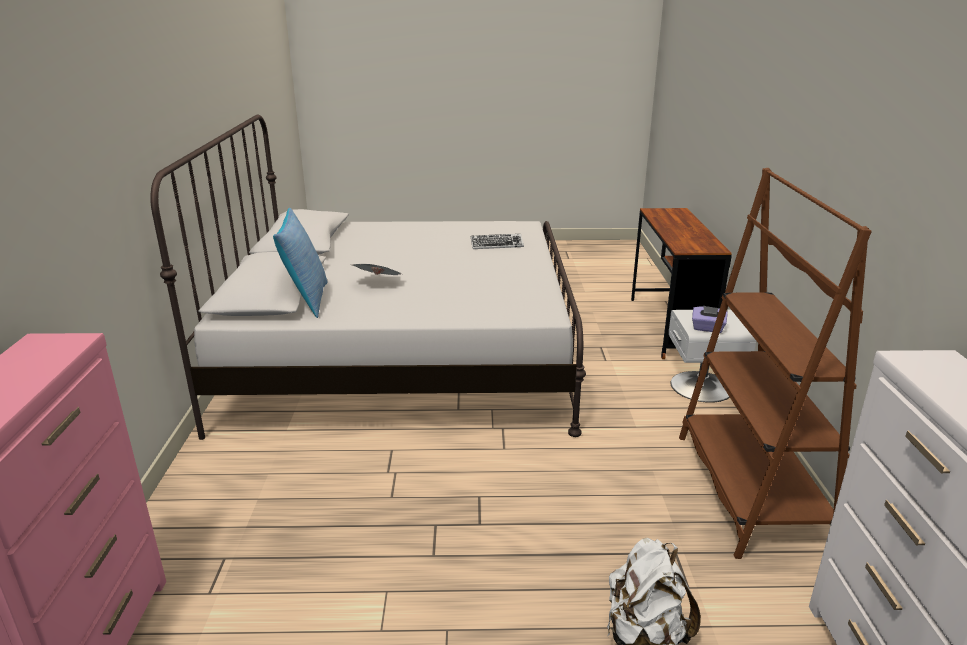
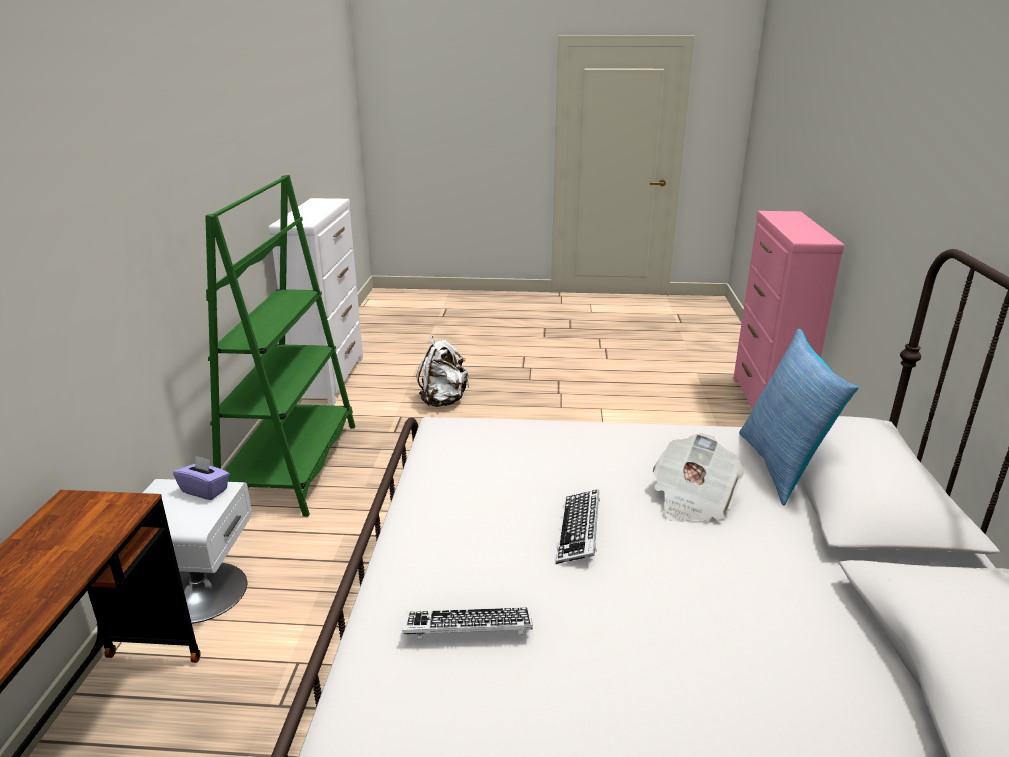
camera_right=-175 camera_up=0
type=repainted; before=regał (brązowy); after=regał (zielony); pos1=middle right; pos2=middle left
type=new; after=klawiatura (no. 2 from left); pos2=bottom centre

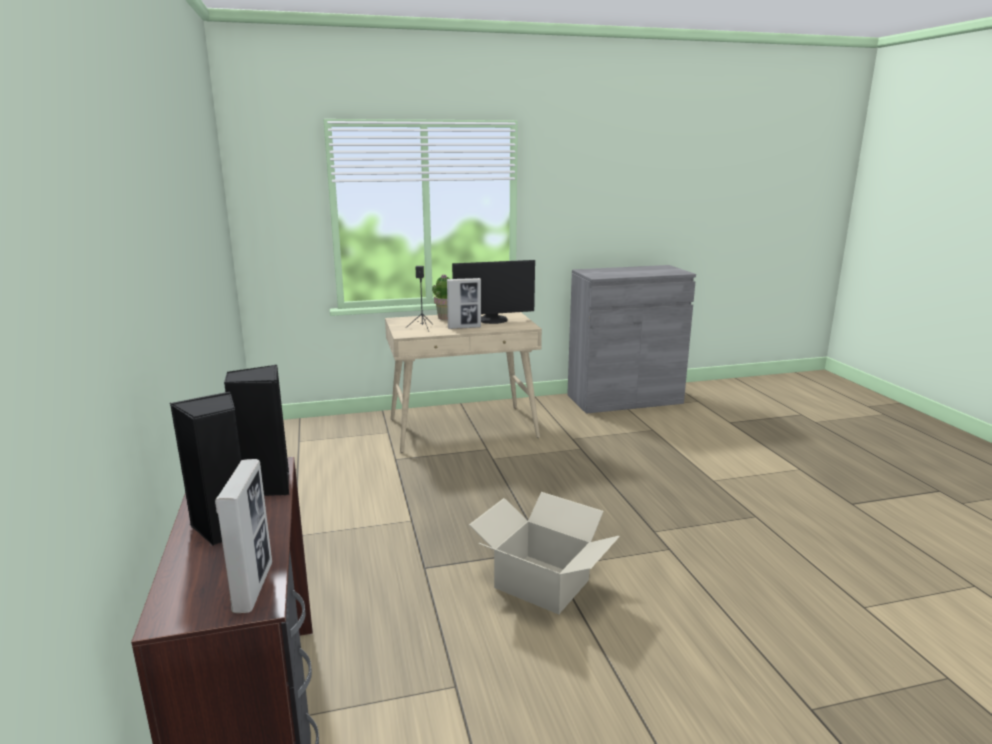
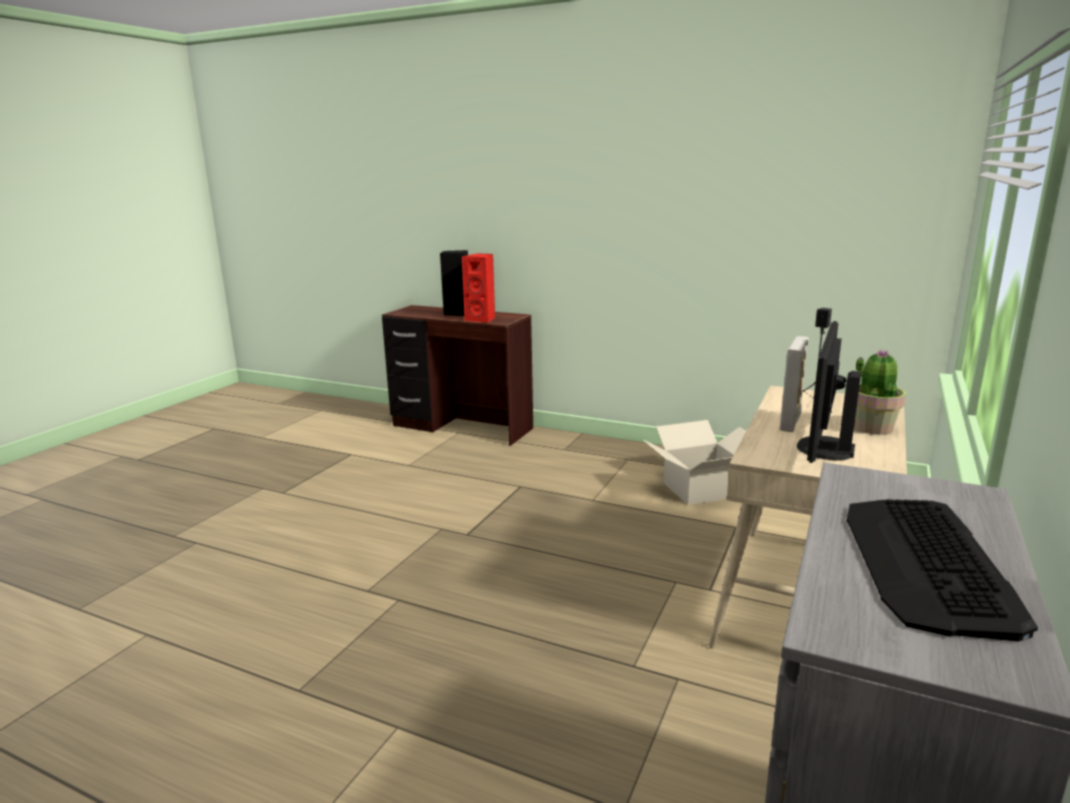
camera_right=130 camera_up=0
type=gone; before=ramka na zdjęcie (no. 1 from left); pos1=bottom left
type=repainted; before=głośnik (czarny) (no. 2 from left); after=głośnik (czerwony); pos1=middle left; pos2=centre
type=shifted; before=karton; pos1=bottom centre; pos2=centre
type=new; after=klawiatura; pos2=bottom right

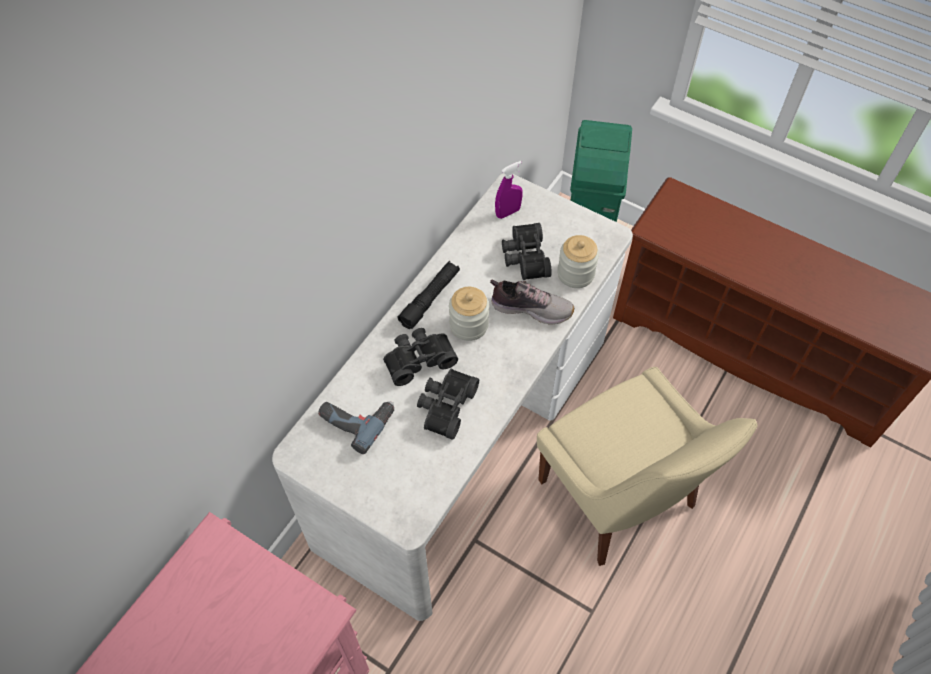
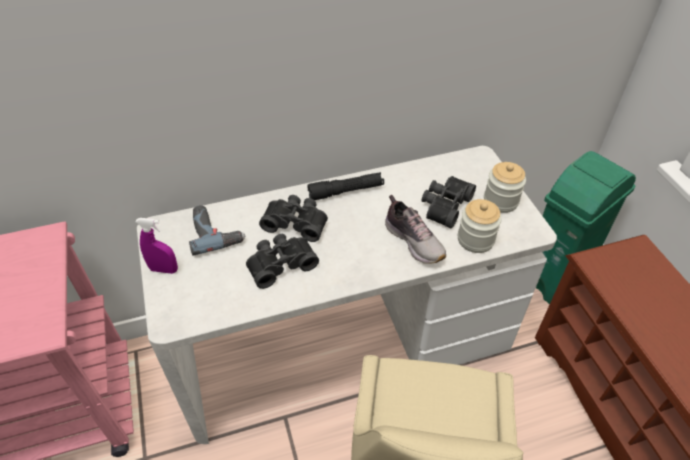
camera_right=40 camera_up=-10
type=shifted; before=słoik (no. 1 from left in the first image); after=słoik (no. 2 from left); pos1=centre; pos2=middle right
type=shifted; before=spryskiwacz (fioletowy); pos1=top centre; pos2=middle left

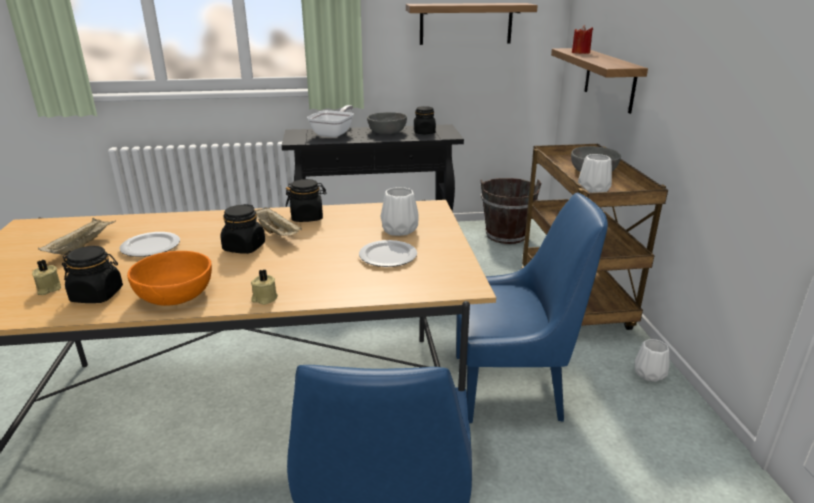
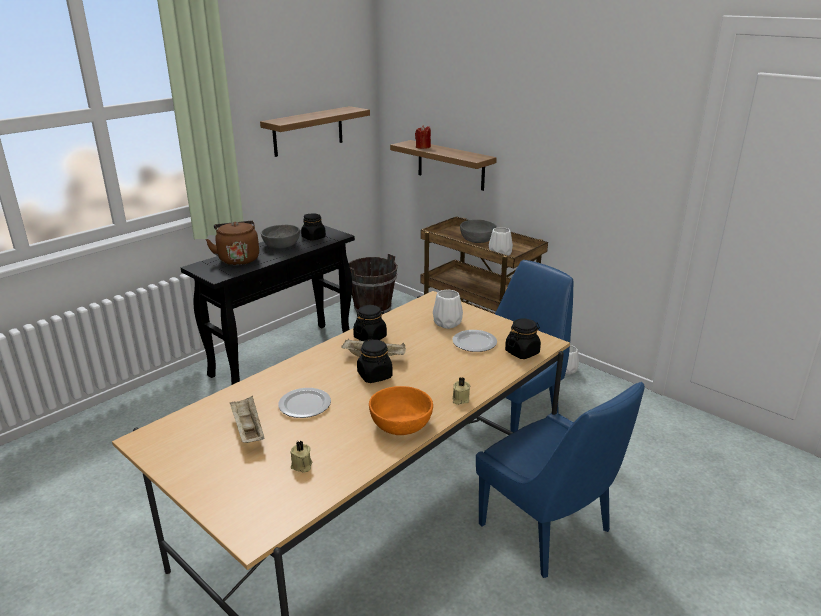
camera_right=-40 camera_up=0
type=shifted; before=słoik (czarny) (no. 1 from left in the first image); after=słoik (czarny) (no. 4 from left); pos1=middle left; pos2=centre
type=swapped; before=patelnia; after=czajnik (brązowy); pos1=top centre; pos2=middle left

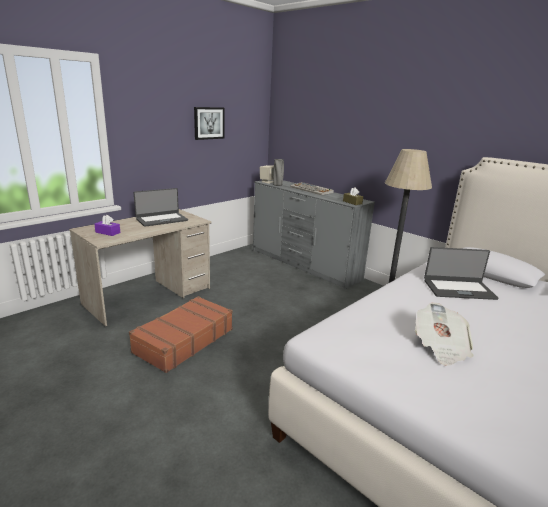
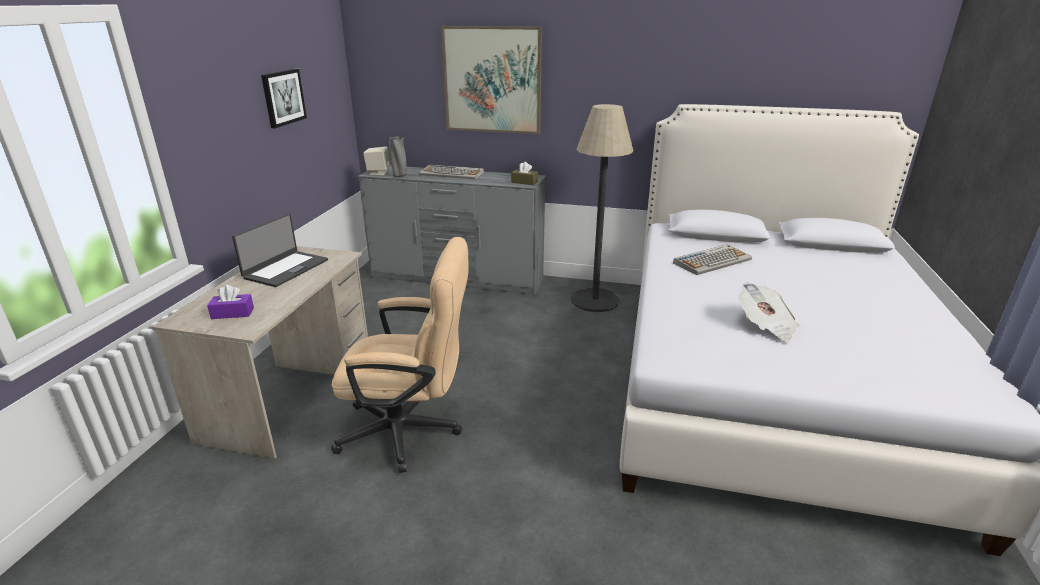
camera_right=-30 camera_up=5
type=swapped; before=walizka (brązowy); after=krzesło biurowe (beżowy); pos1=middle left; pos2=centre
type=swapped; before=laptop (no. 2 from left); after=klawiatura (no. 2 from left); pos1=middle right; pos2=middle right
type=new; after=obraz (no. 2 from left); pos2=top centre

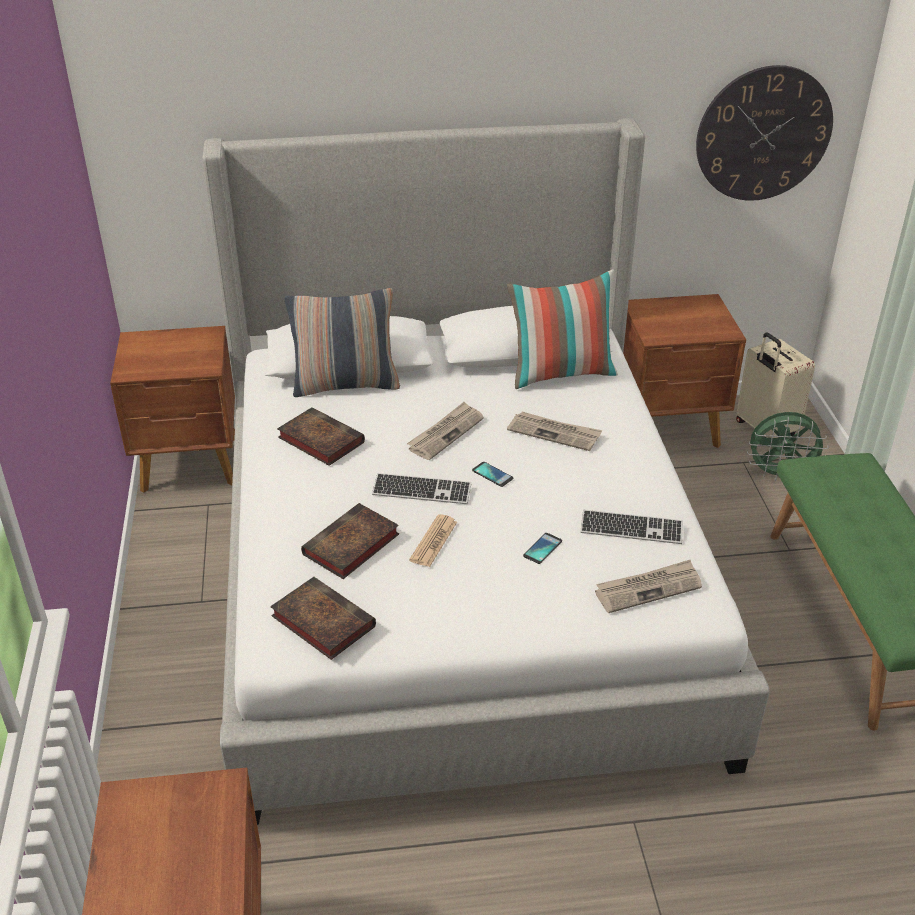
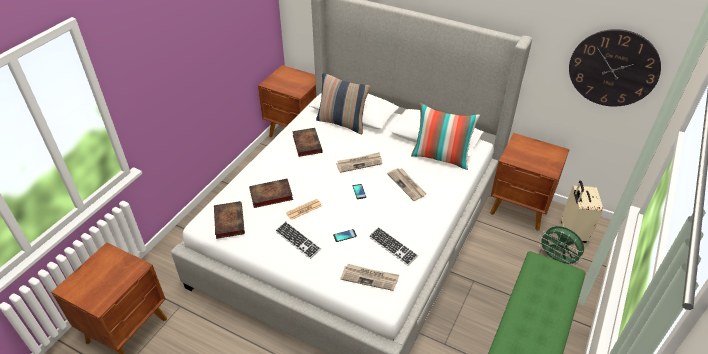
camera_right=35 camera_up=5
type=shifted; before=klawiatura (no. 1 from left); pos1=centre; pos2=bottom centre

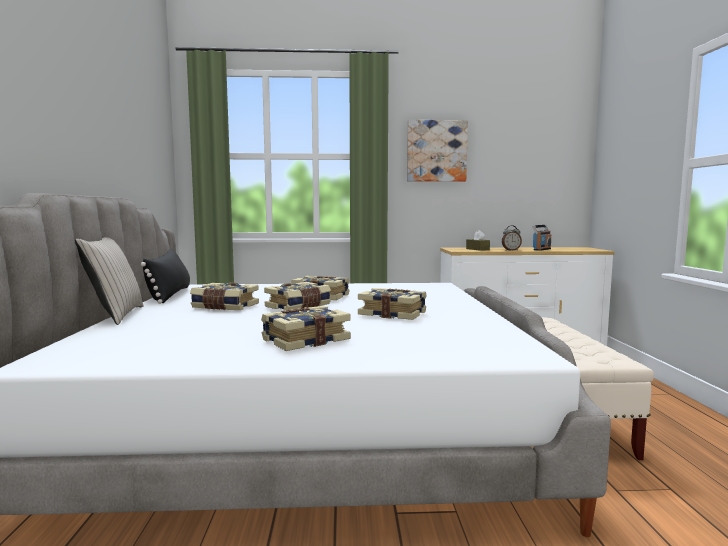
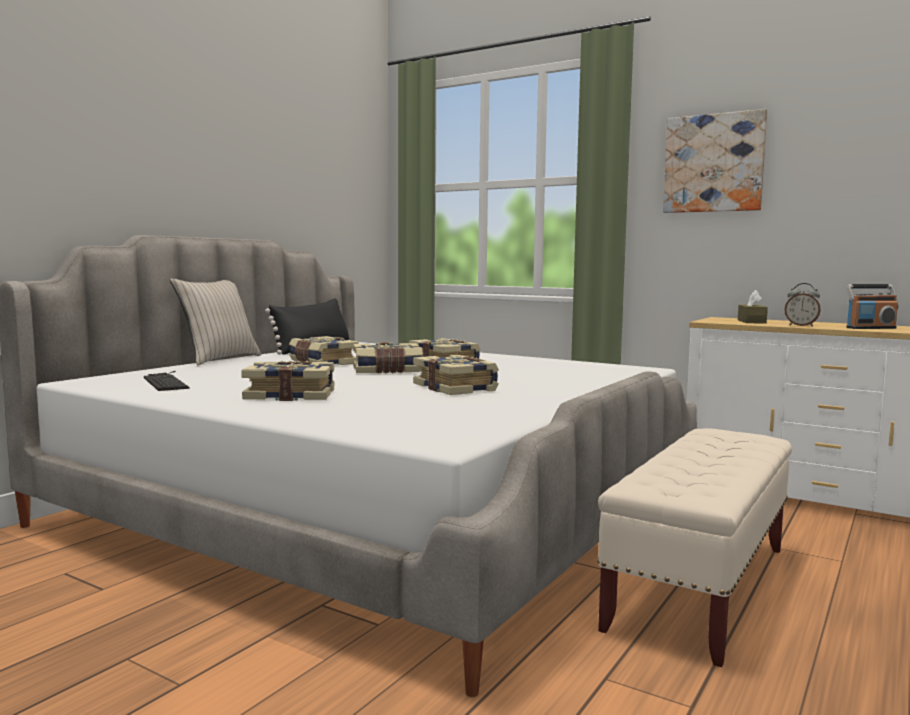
camera_right=35 camera_up=0
type=new; after=klawiatura; pos2=middle left

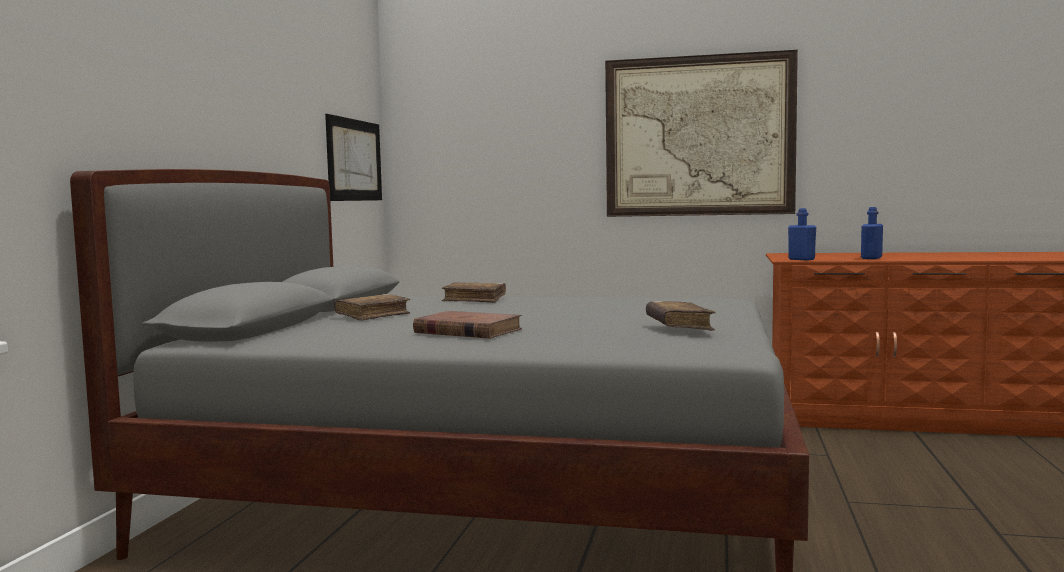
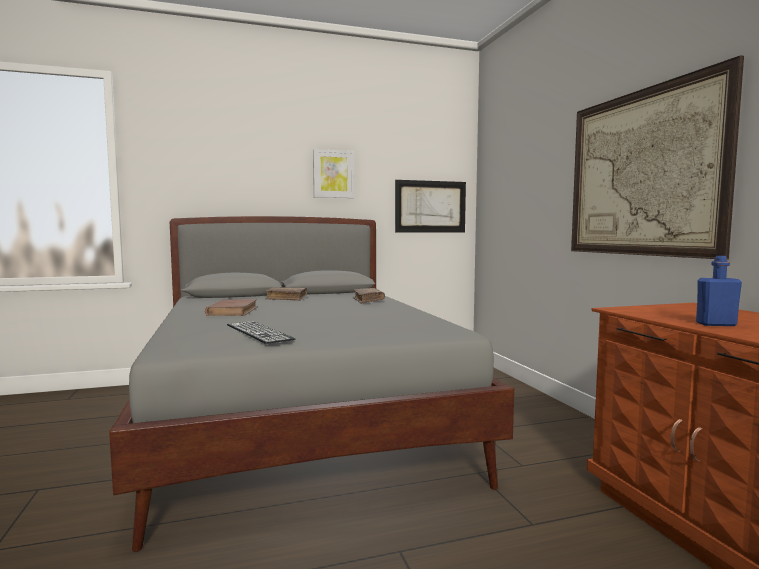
camera_right=60 camera_up=0
type=swapped; before=książka (brązowy) (no. 4 from left); after=klawiatura; pos1=centre; pos2=centre
type=gone; before=butelka (niebieski) (no. 1 from left); pos1=middle right
type=new; after=obraz (no. 1 from left); pos2=top centre

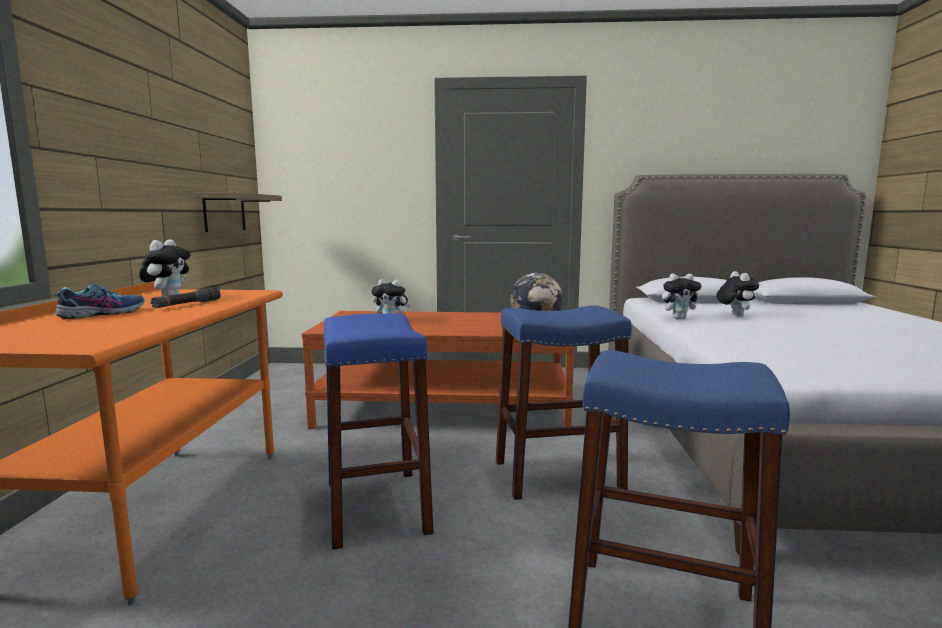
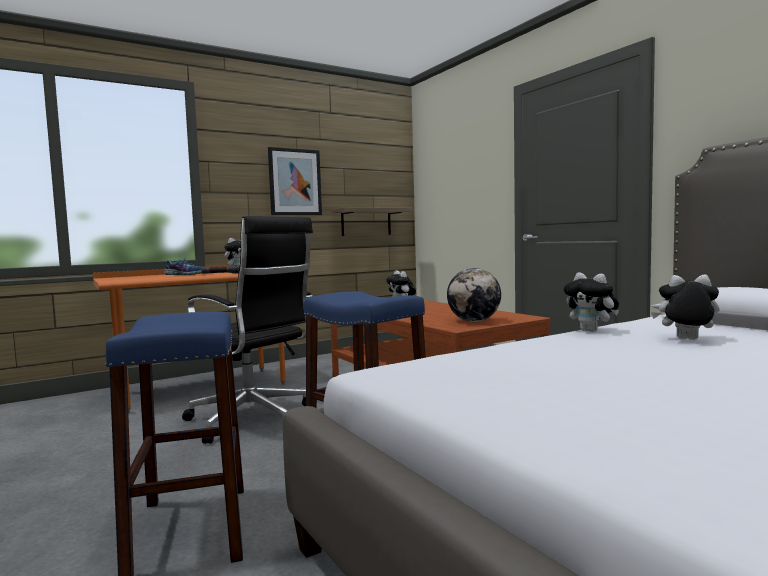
camera_right=55 camera_up=-5
type=swapped; before=stołek (niebieski) (no. 1 from left); after=krzesło biurowe (czarny); pos1=bottom centre; pos2=middle left
type=rotated; before=pluszak (no. 4 from left); pos1=middle right; pos2=middle right; turn=-120
type=new; after=obraz; pos2=top centre

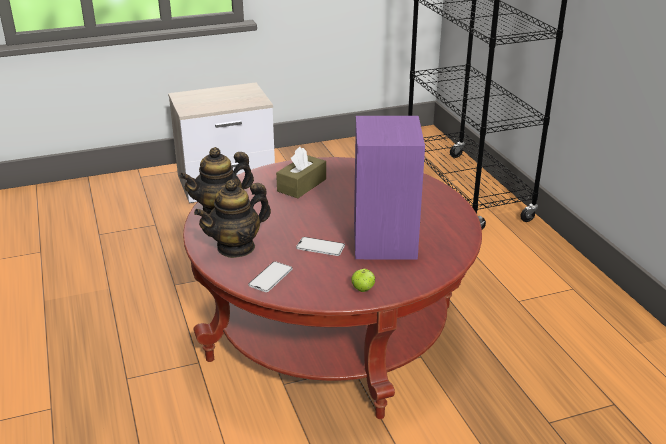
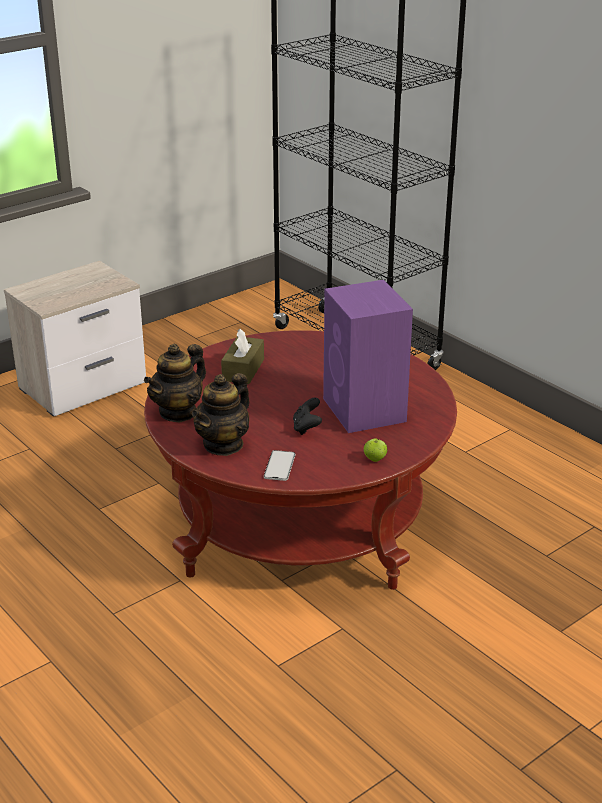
camera_right=-20 camera_up=0
type=swapped; before=telefon (no. 2 from left); after=pad do gier (czarny); pos1=centre; pos2=centre

